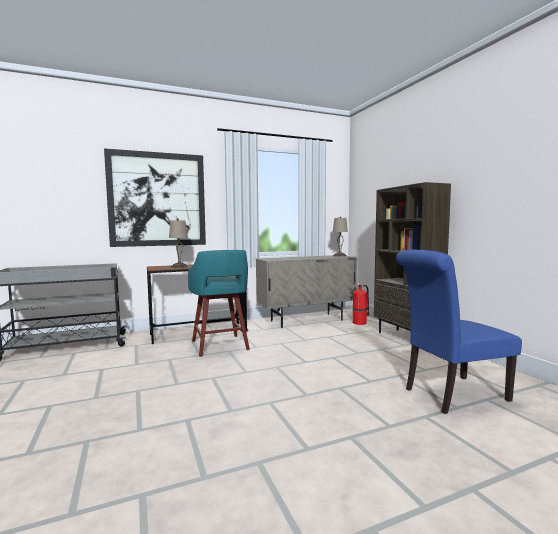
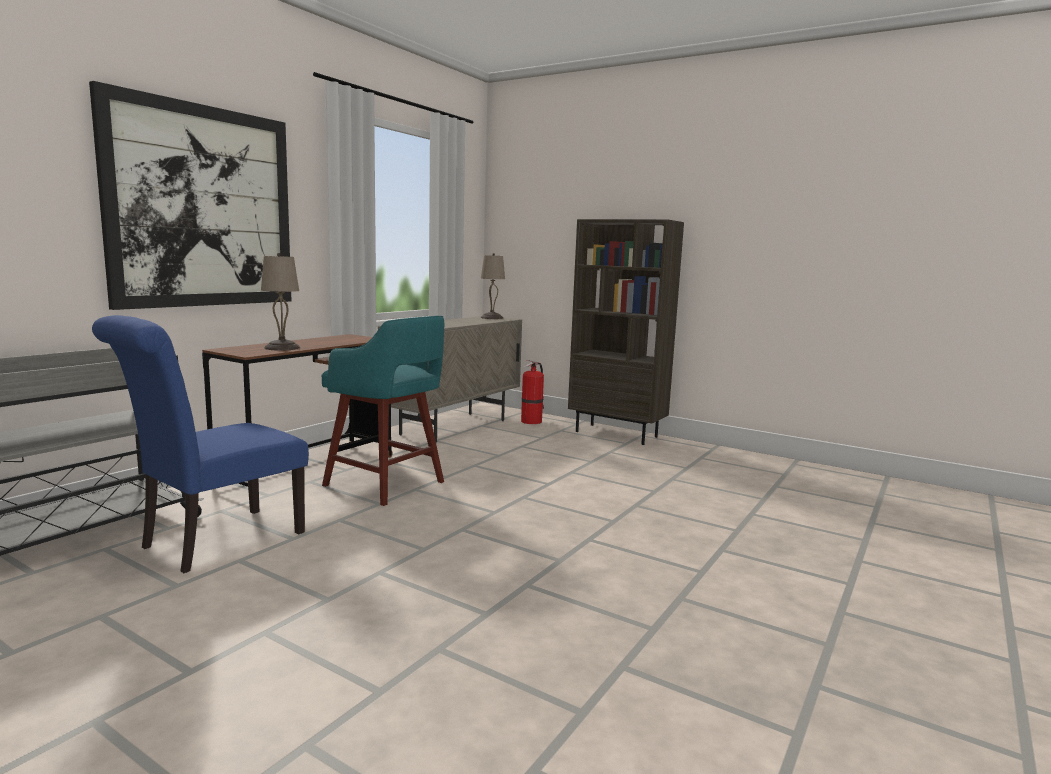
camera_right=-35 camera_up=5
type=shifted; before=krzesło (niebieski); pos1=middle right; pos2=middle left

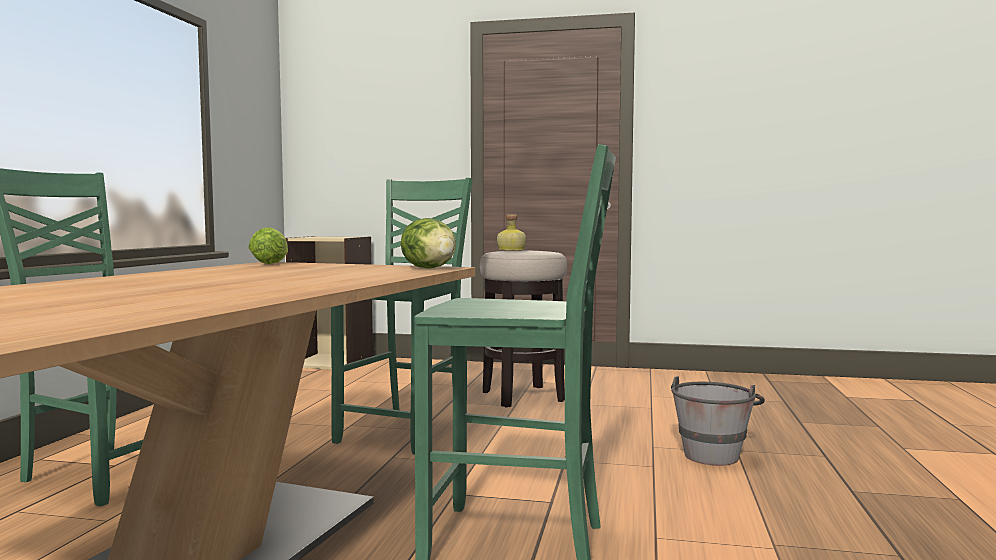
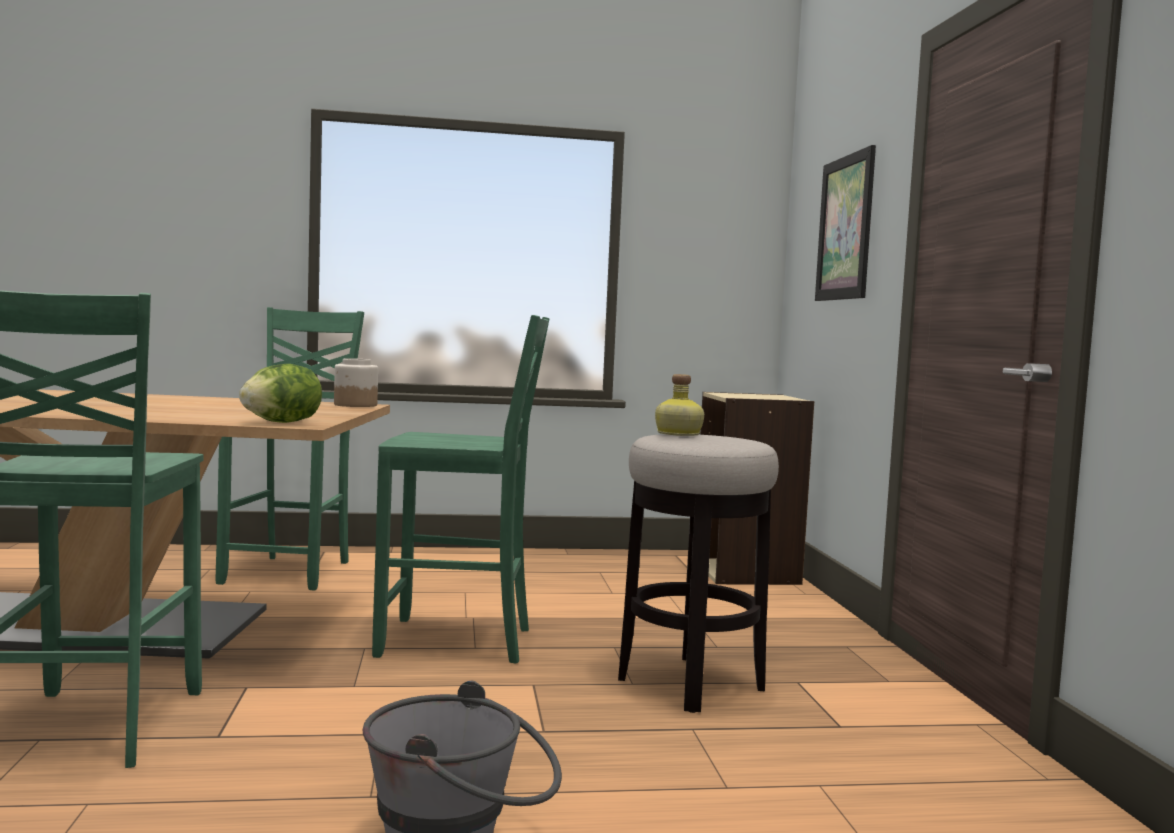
camera_right=70 camera_up=0
type=swapped; before=sałata (no. 1 from left); after=słoik; pos1=middle left; pos2=middle left
type=new; after=obraz; pos2=top right

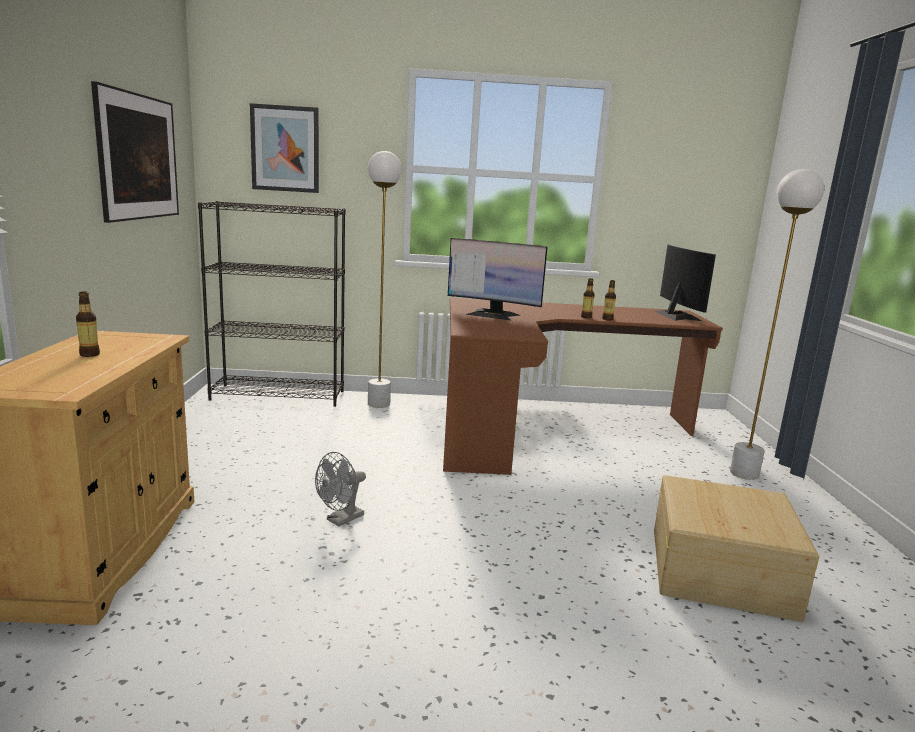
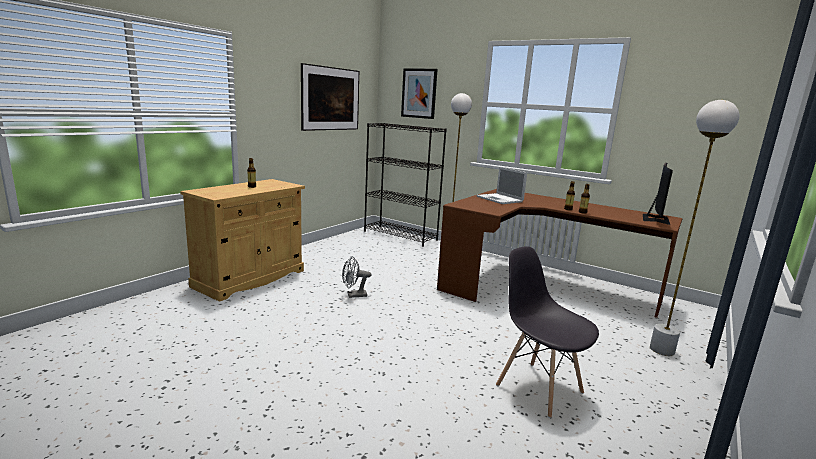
camera_right=35 camera_up=0
type=swapped; before=monitor (no. 1 from left); after=laptop; pos1=centre; pos2=centre
type=swapped; before=pojemnik do przechowywania (beżowy); after=krzesło (szary); pos1=bottom right; pos2=bottom right

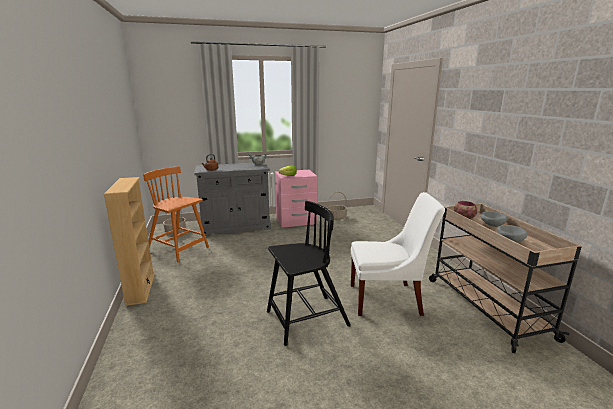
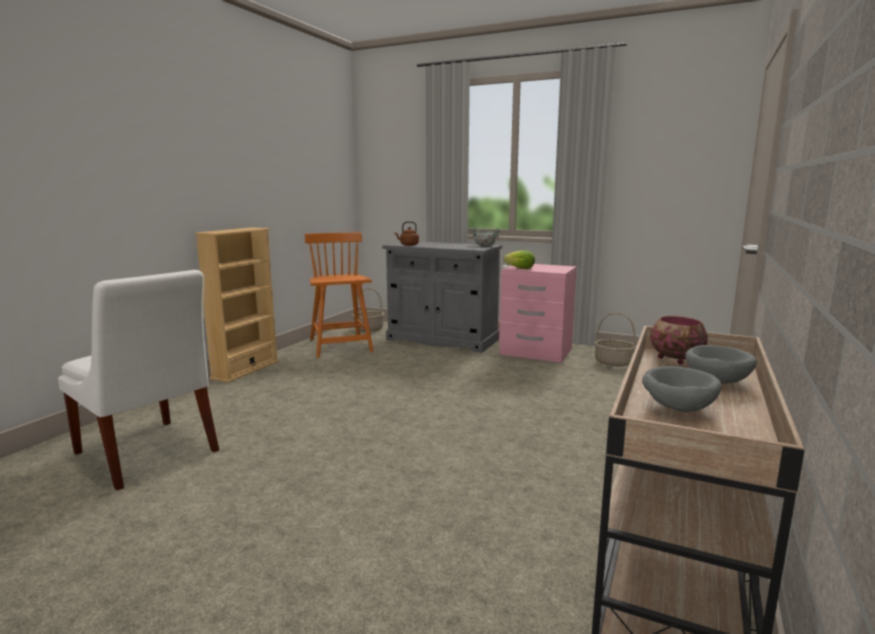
camera_right=40 camera_up=-5
type=gone; before=krzesło (czarny); pos1=bottom centre
type=shifted; before=krzesło (biały); pos1=centre; pos2=middle left

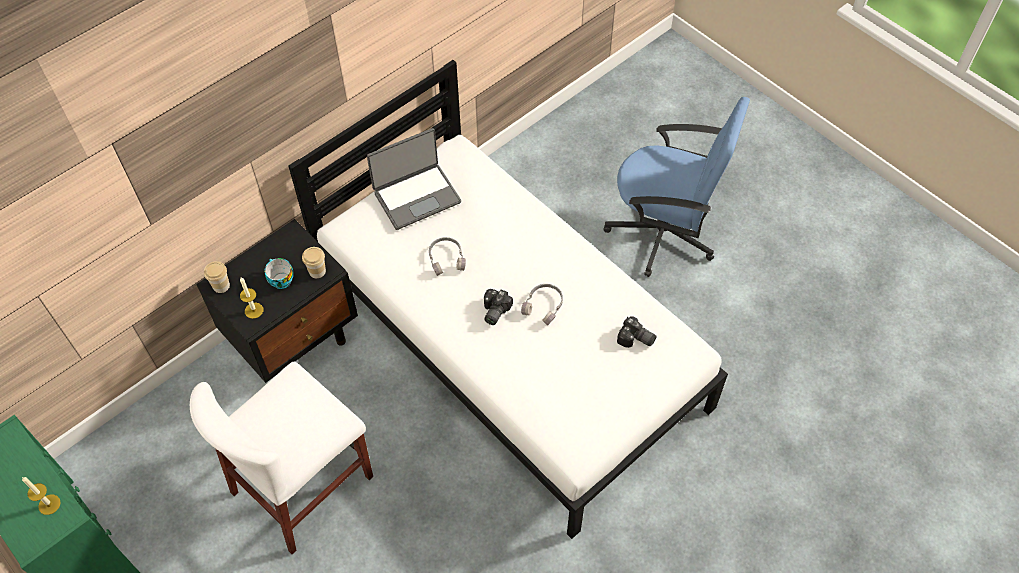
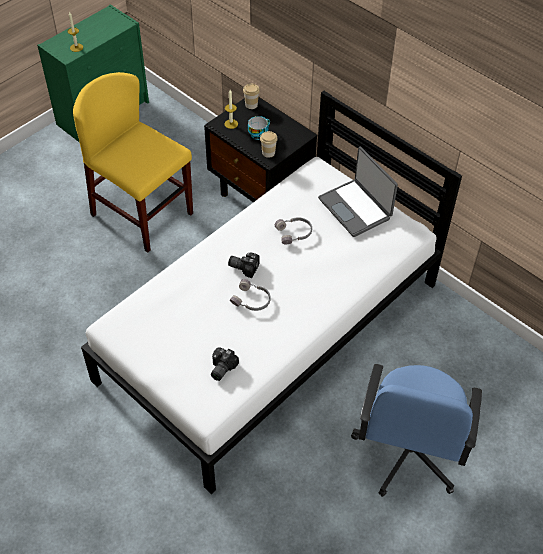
camera_right=85 camera_up=-5
type=repainted; before=krzesło (biały); after=krzesło (żółty); pos1=bottom left; pos2=top left

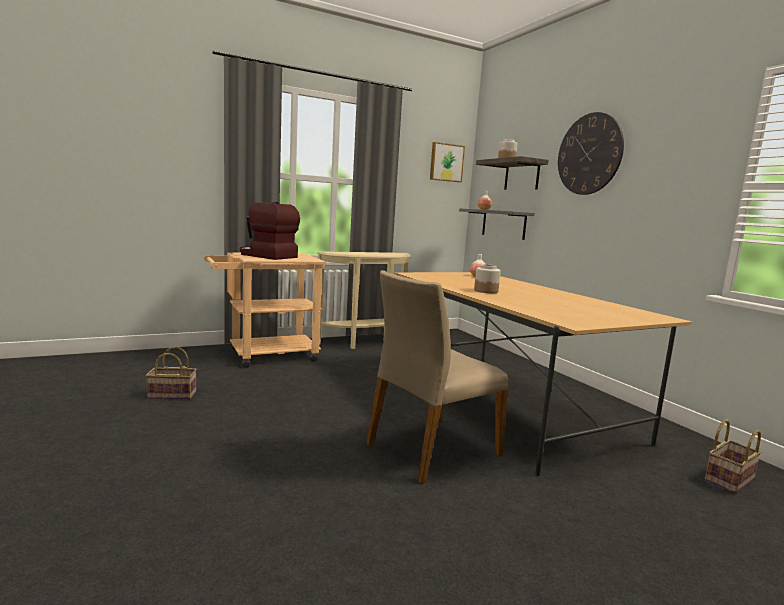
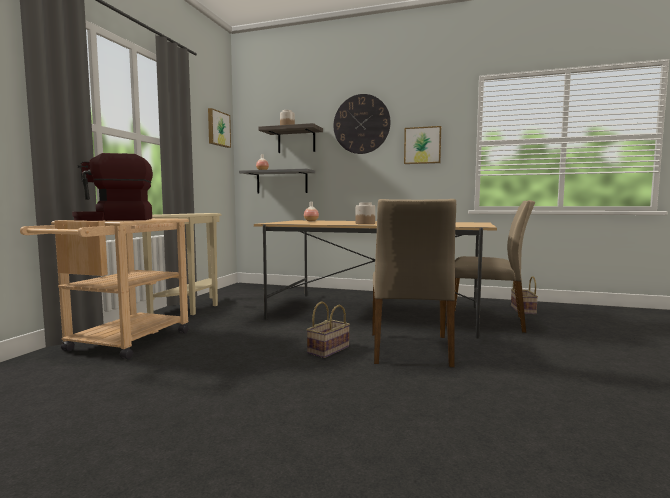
camera_right=-45 camera_up=-5
type=shifted; before=koszyk (no. 1 from left); pos1=middle left; pos2=centre
type=new; after=obraz (no. 2 from left); pos2=top centre
type=new; after=krzesło (beżowy) (no. 2 from left); pos2=middle right

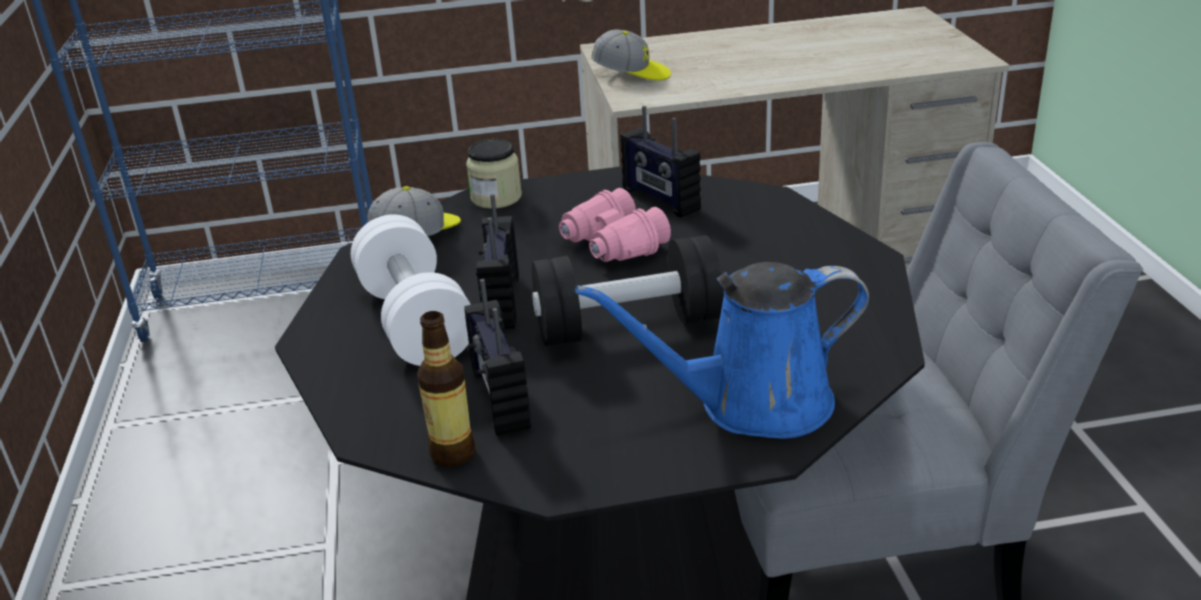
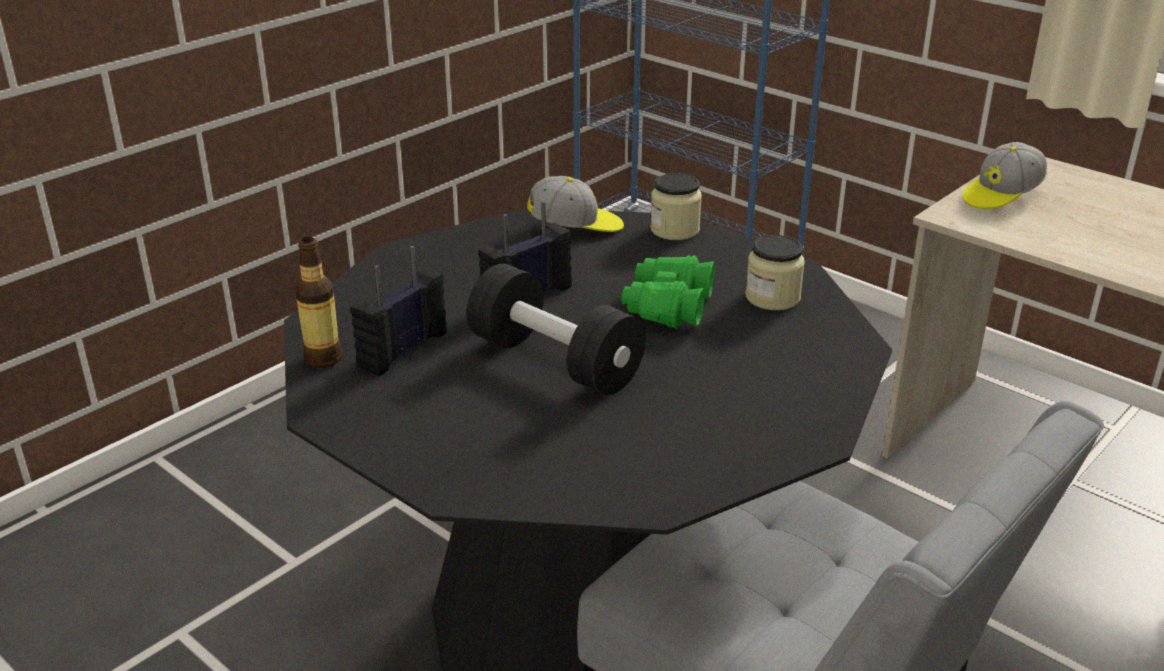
camera_right=50 camera_up=0
type=gone; before=hantel (biały); pos1=centre
type=repainted; before=lornetka (różowy); after=lornetka (zielony); pos1=centre; pos2=centre
type=gone; before=konewka (niebieski); pos1=centre
type=rotated; before=czapka z daszkiem (no. 2 from left); pos1=top centre; pos2=top right; turn=75
type=swapped; before=radio (no. 3 from left); after=słoik (no. 2 from left); pos1=top centre; pos2=centre

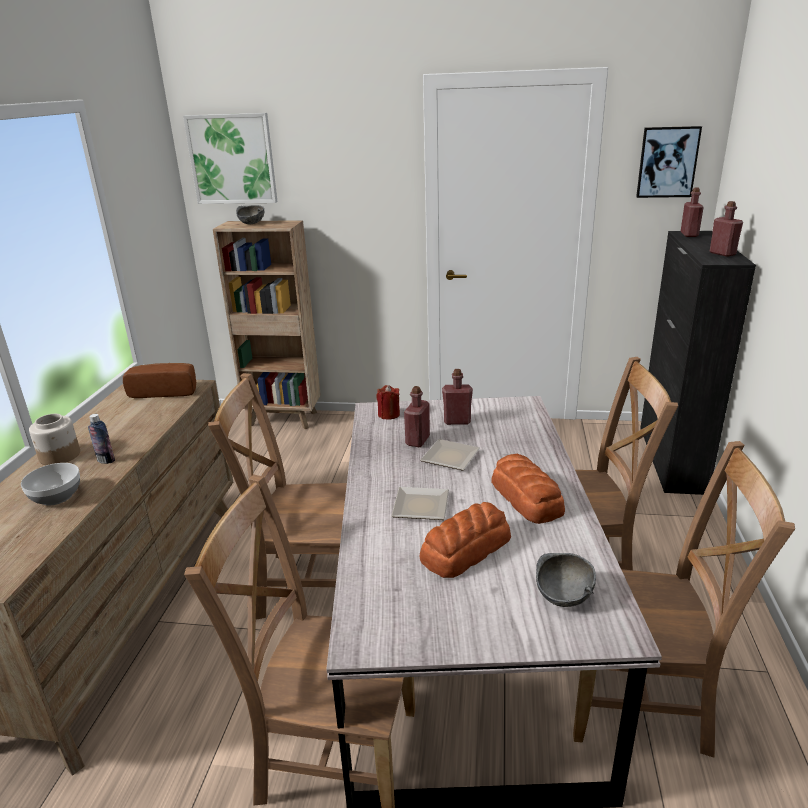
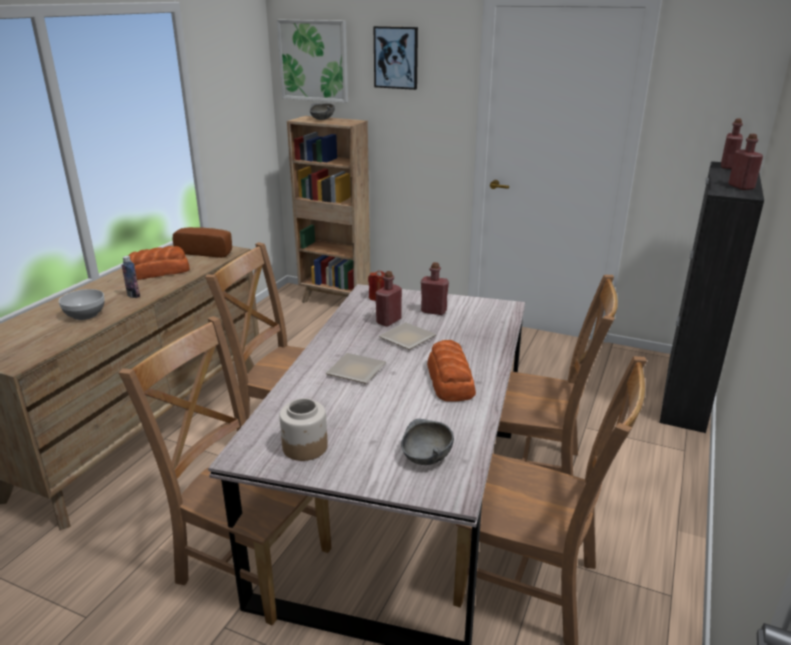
camera_right=15 camera_up=0
type=shifted; before=słoik; pos1=middle left; pos2=centre
type=shifted; before=chleb (no. 2 from left in the first image); after=chleb (no. 1 from left); pos1=bottom centre; pos2=middle left
type=shifted; before=obraz (no. 2 from left); pos1=top right; pos2=top centre

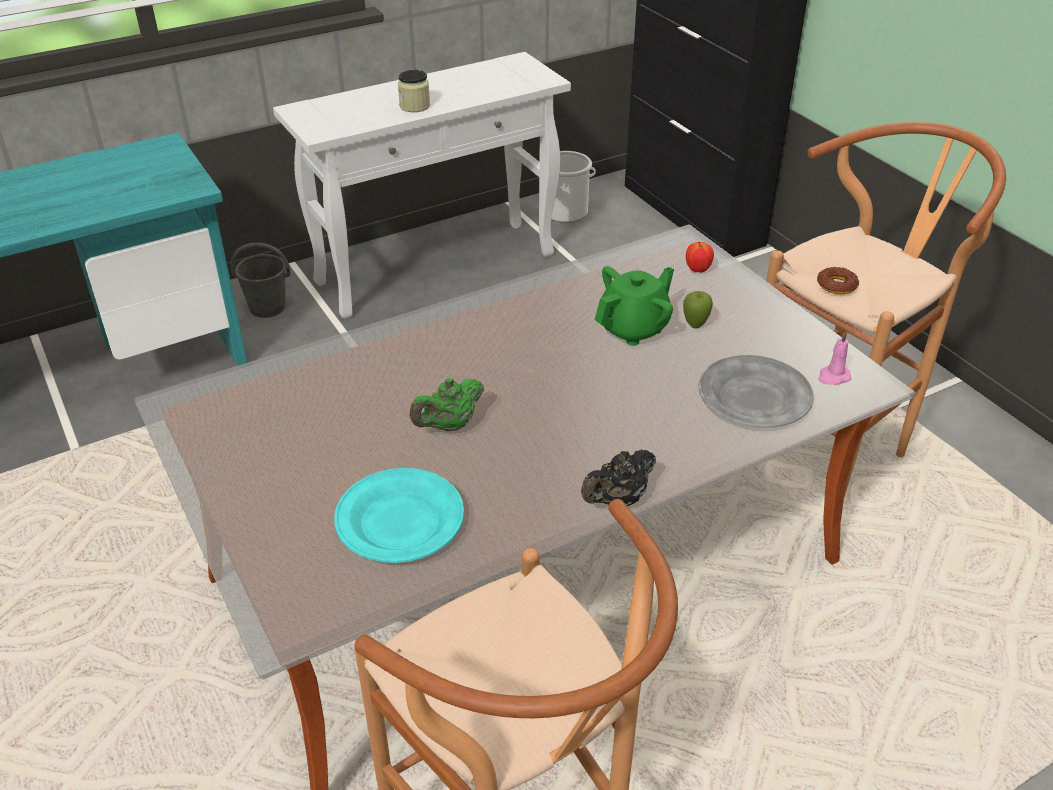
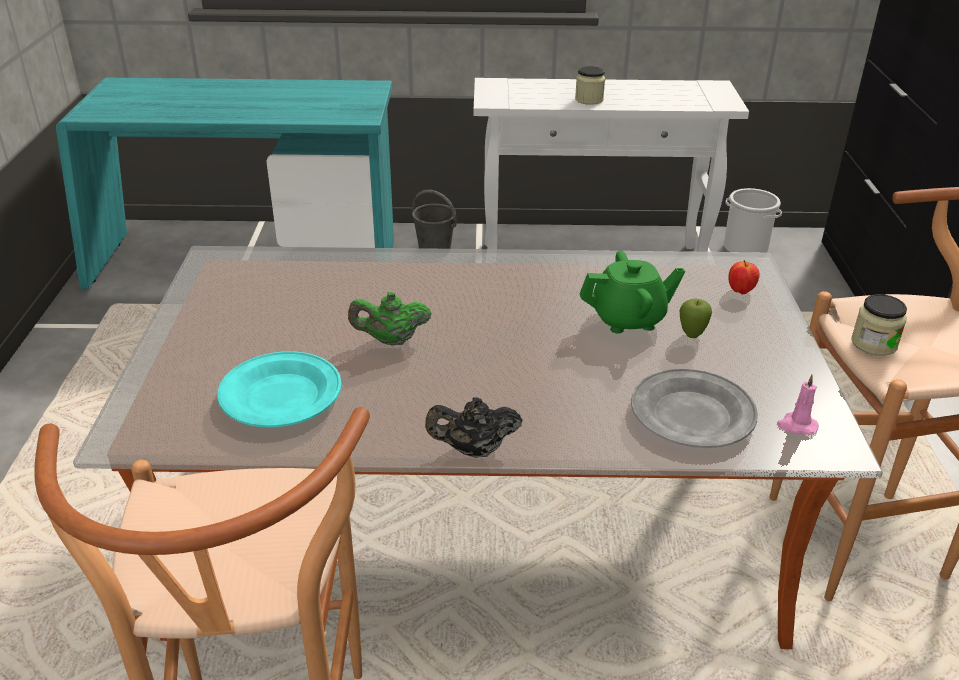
camera_right=30 camera_up=-5
type=swapped; before=donut; after=słoik (no. 2 from left); pos1=middle right; pos2=middle right

